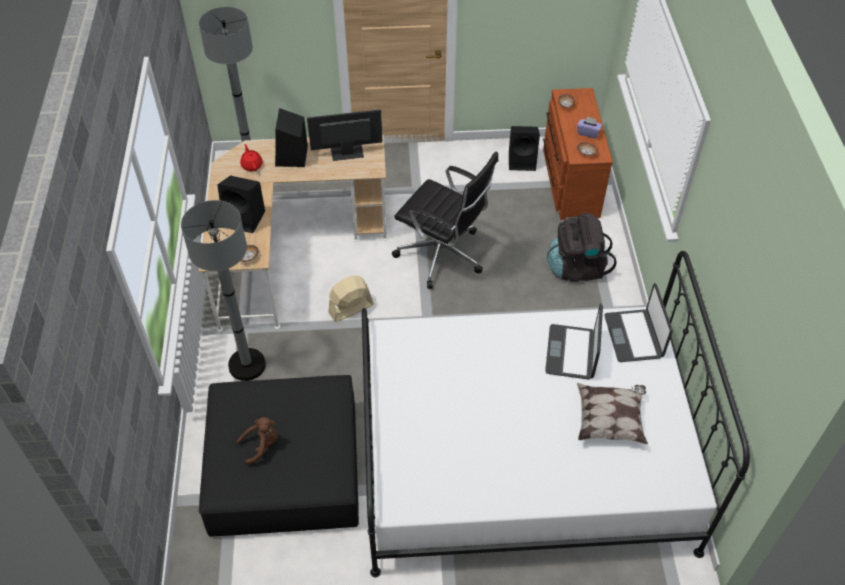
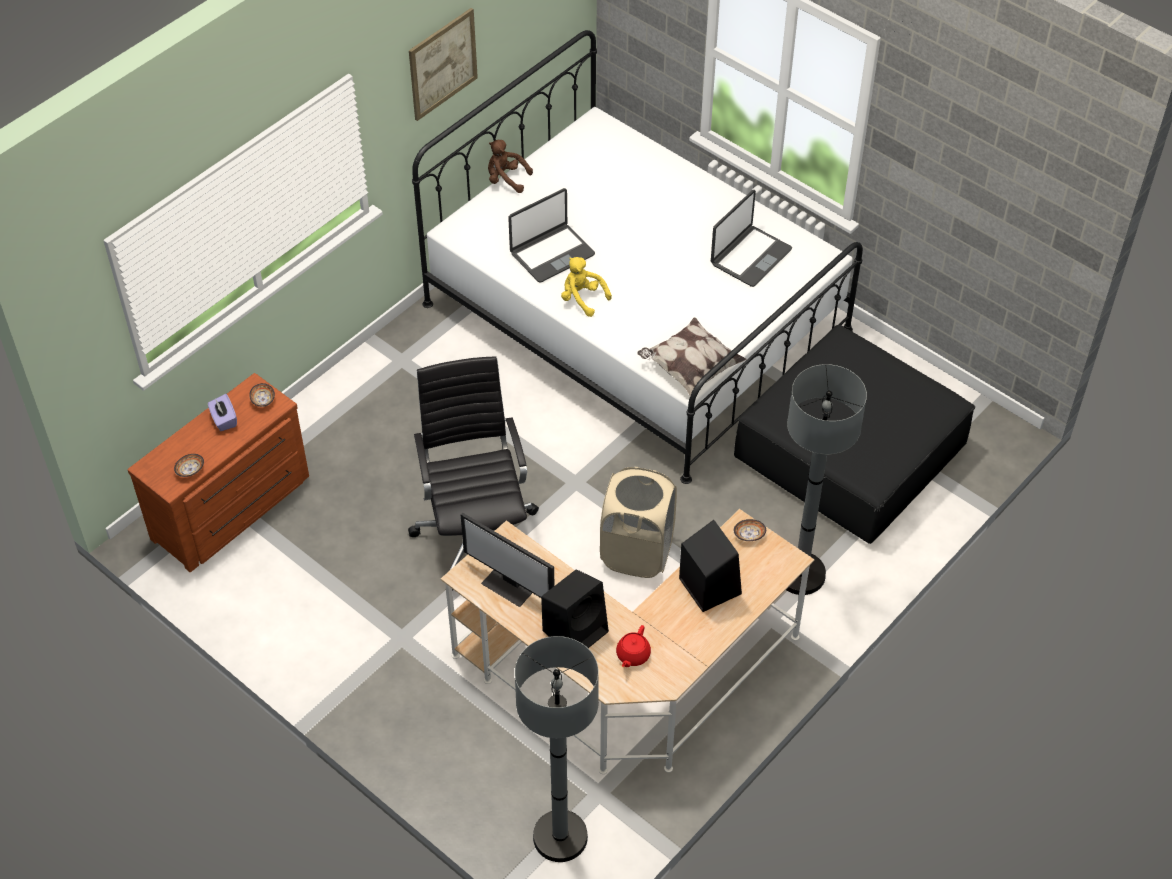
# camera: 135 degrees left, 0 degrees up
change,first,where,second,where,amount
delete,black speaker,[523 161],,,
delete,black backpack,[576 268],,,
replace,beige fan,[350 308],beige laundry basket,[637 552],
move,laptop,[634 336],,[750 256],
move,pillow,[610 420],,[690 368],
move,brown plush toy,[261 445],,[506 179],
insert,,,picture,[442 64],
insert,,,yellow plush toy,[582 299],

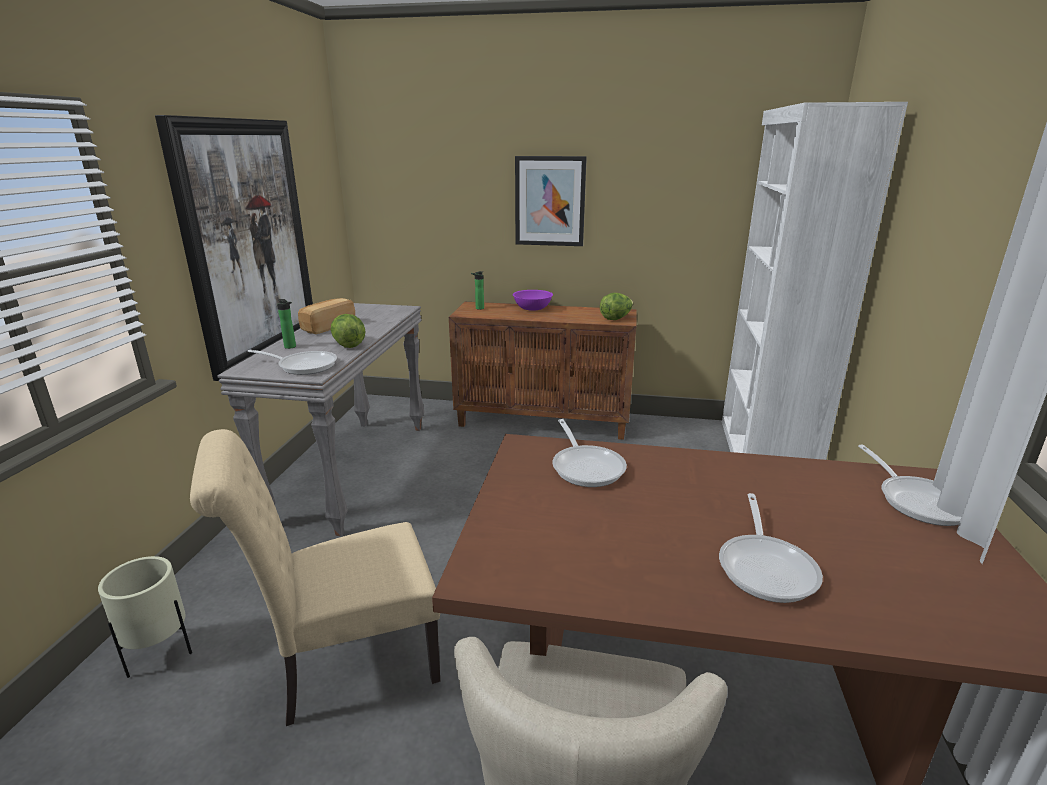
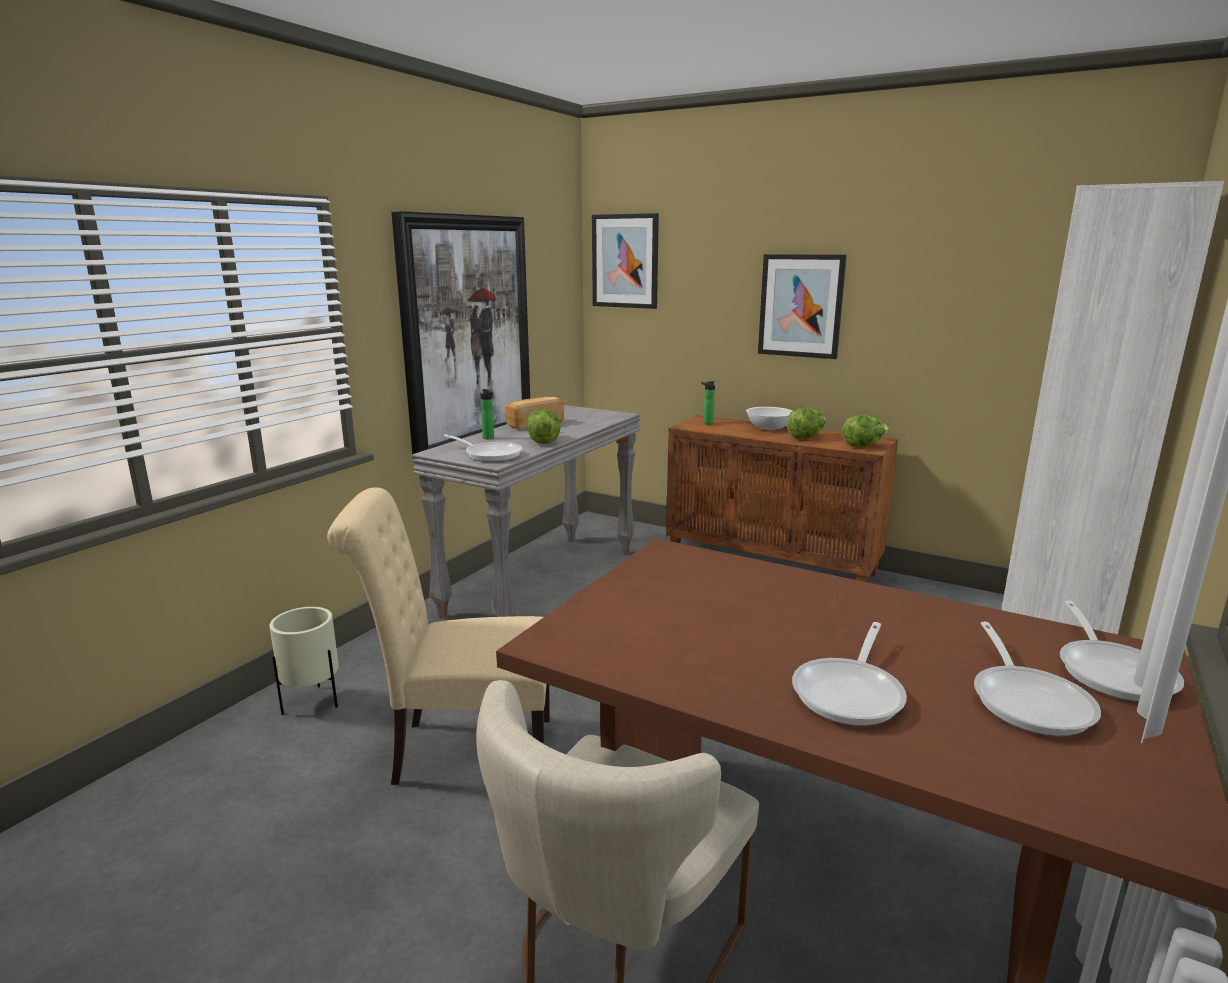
# camera: 20 degrees right, 5 degrees down
change,first,where,second,where,amount
recolor,purple bowl,[533 308],white bowl,[769 428],
move,frying pan,[586 467],,[1028 700],
insert,,,picture,[625 261],
insert,,,lettuce,[805 437],

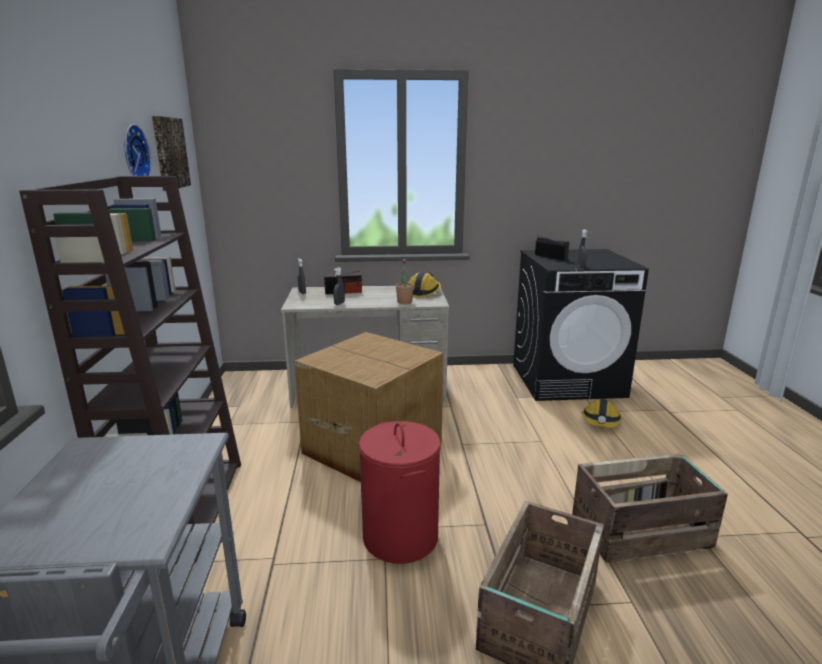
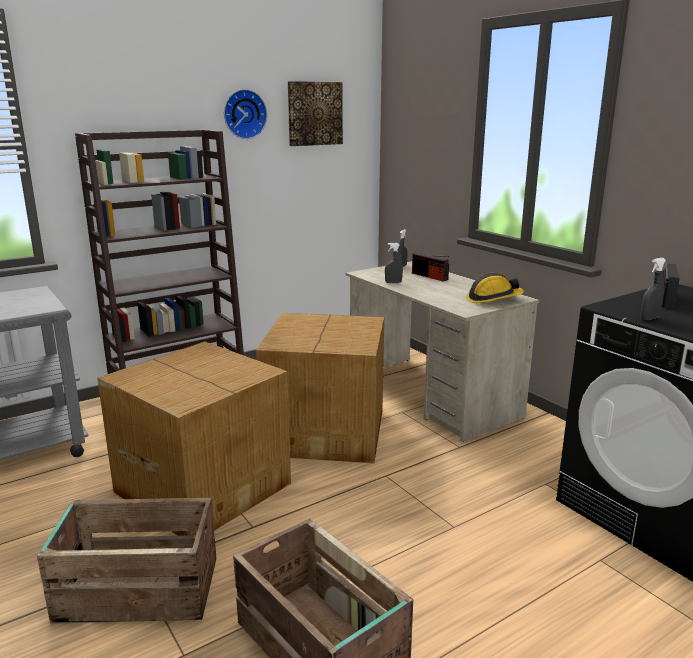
# camera: 60 degrees right, 0 degrees up
change,first,where,second,where,amount
delete,potted plant,[404 302],,,
delete,hard hat,[601 422],,,
replace,red laundry basket,[400 536],cardboard box,[203 486],

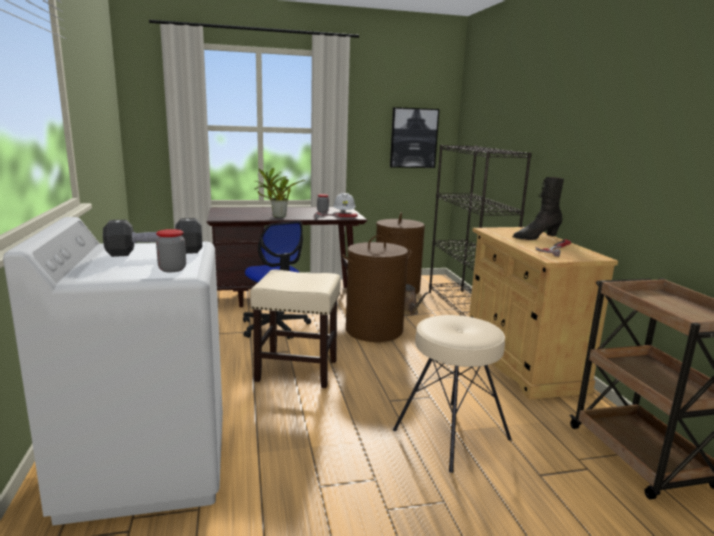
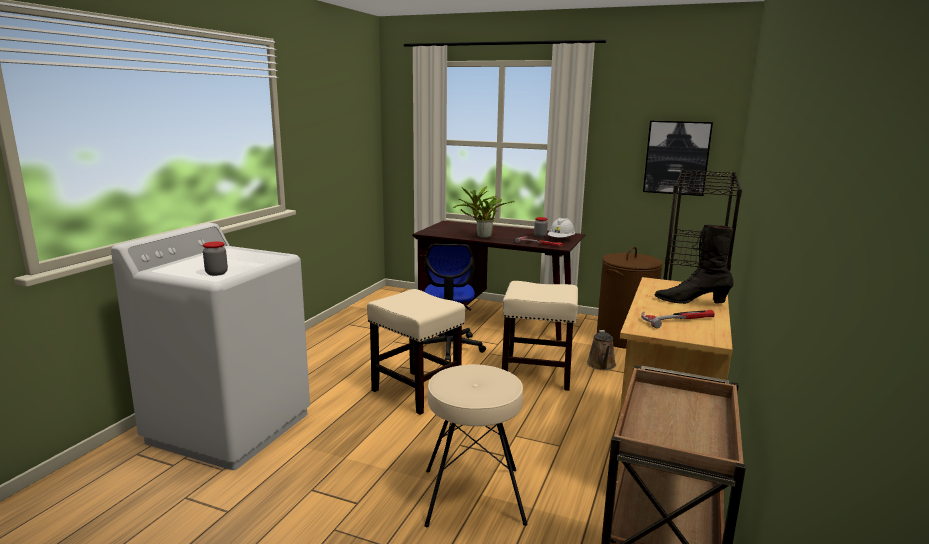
# camera: 35 degrees right, 0 degrees up
change,first,where,second,where,amount
delete,black dumbbell,[156 253],,,
replace,brown laundry basket,[374 330],beige stool,[537 375],

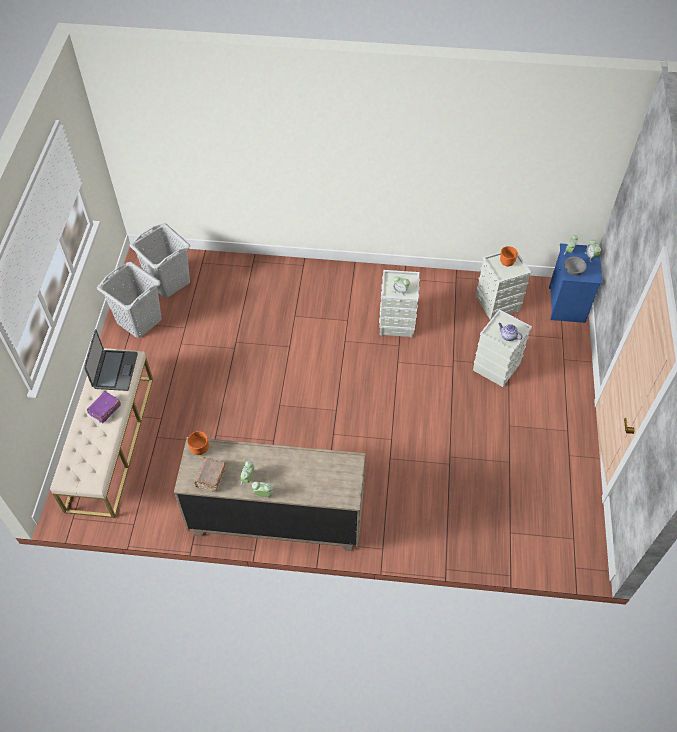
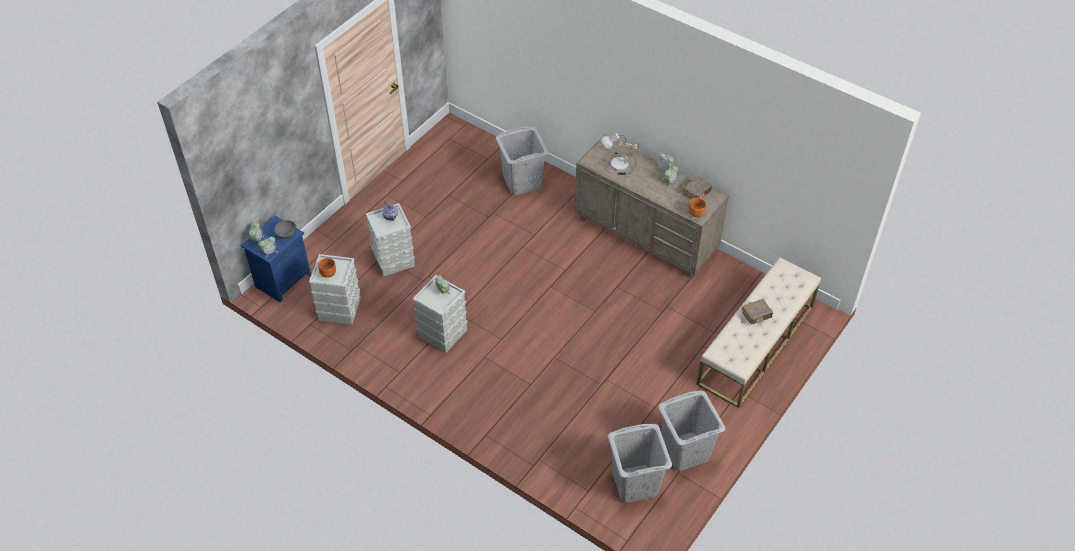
# camera: 150 degrees left, 5 degrees down
change,first,where,second,where,amount
delete,laptop,[114 371],,,
recolor,purple book,[104 410],brown book,[756 315],
insert,,,grey laundry basket,[522 182],
insert,,,table lamp,[618 165],

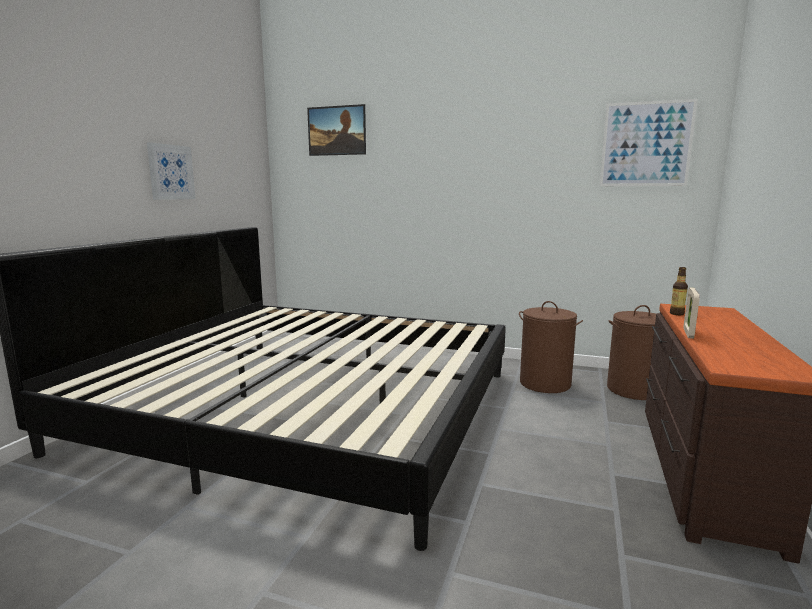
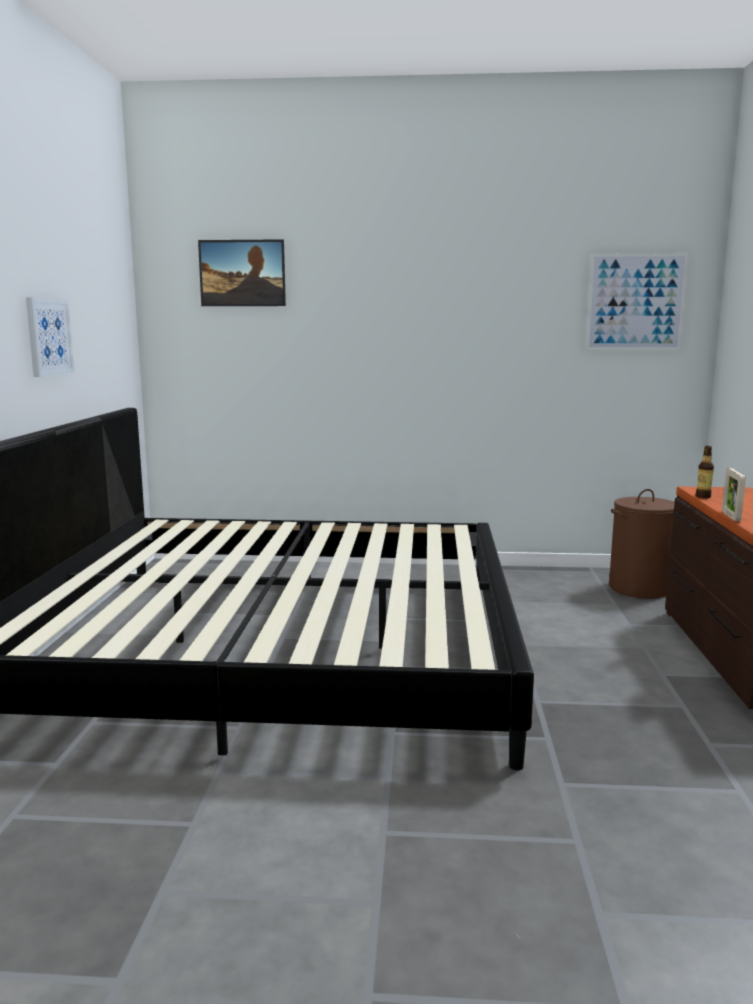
# camera: 15 degrees left, 0 degrees up
change,first,where,second,where,amount
delete,brown laundry basket,[545 383],,,

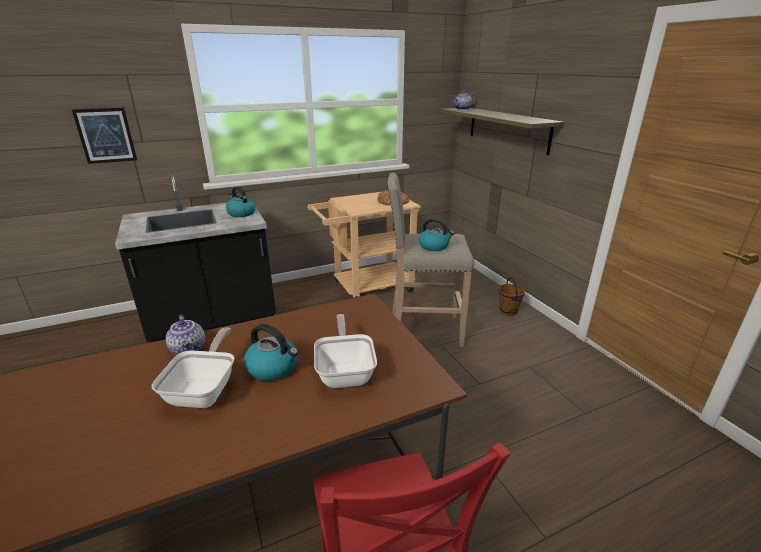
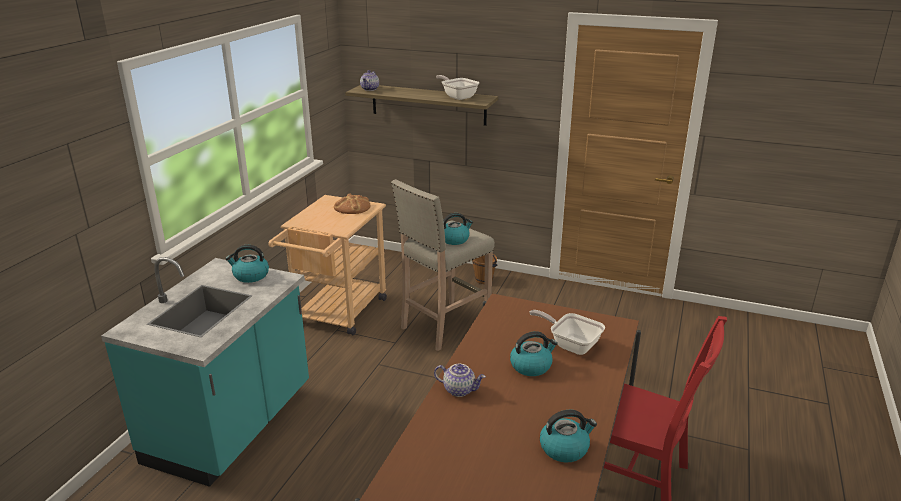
# camera: 45 degrees left, 0 degrees up
change,first,where,second,where,amount
delete,picture,[106 135],,,
recolor,black counter,[213 321],turquoise counter,[232 426],
move,frying pan,[205 390],,[458 96],
insert,,,kettle,[564 448],

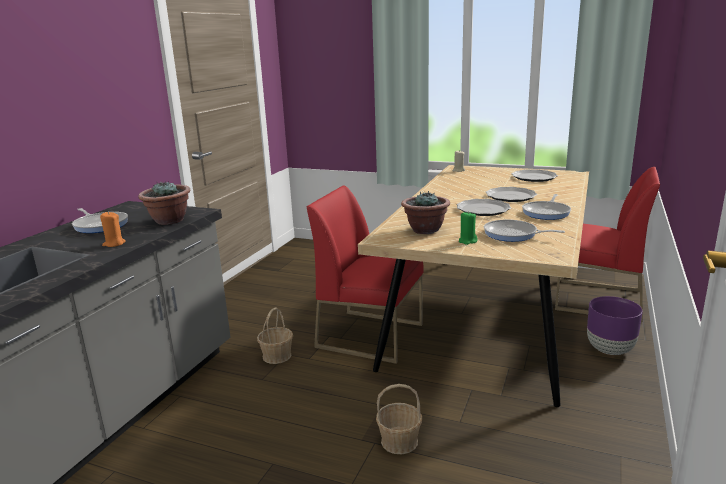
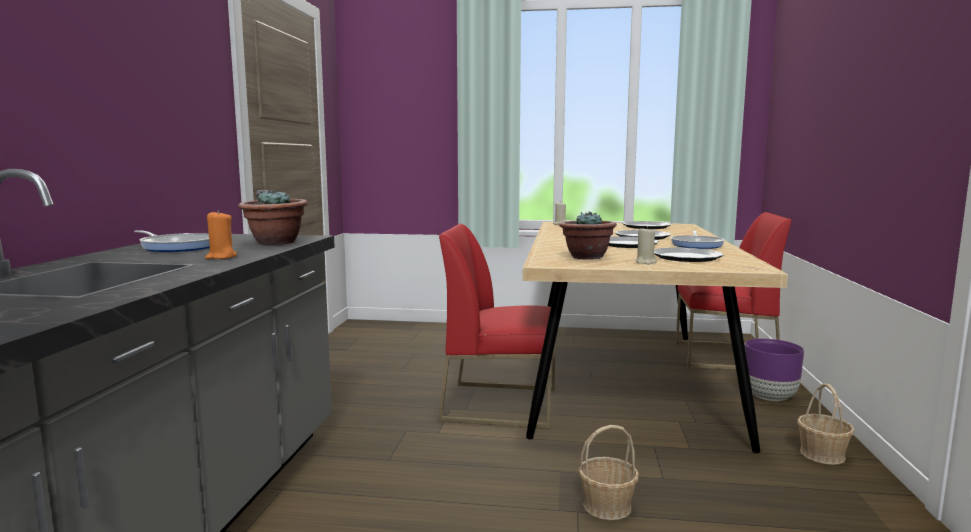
# camera: 15 degrees left, 10 degrees down
change,first,where,second,where,amount
recolor,green candle,[467 241],beige candle,[645 262],
replace,frying pan,[513 234],plate,[686 257],
move,basket,[277 356],,[822 454],

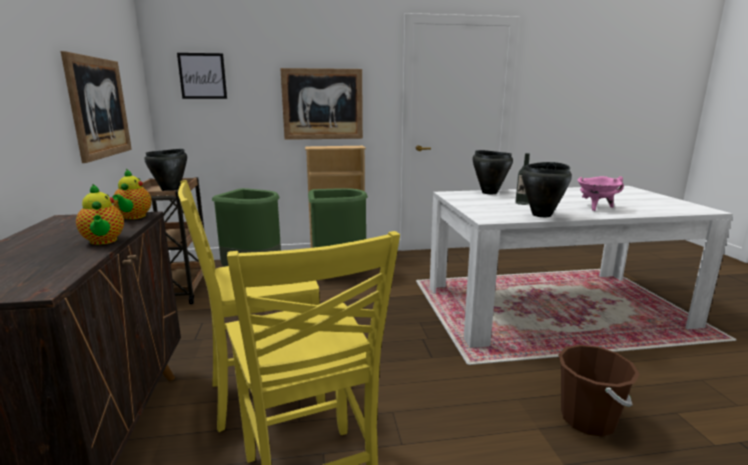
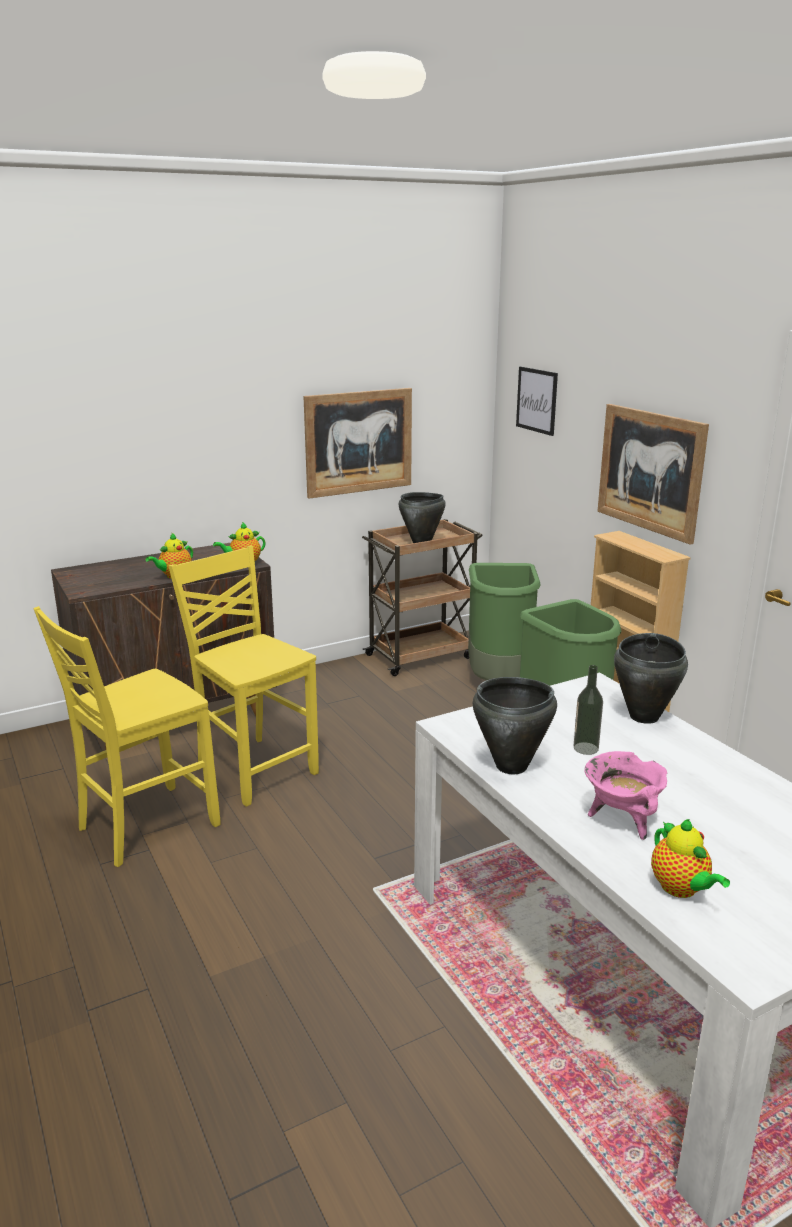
# camera: 70 degrees right, 5 degrees up
change,first,where,second,where,amount
delete,brown bucket,[588 419],,,
insert,,,teapot,[681 889],

